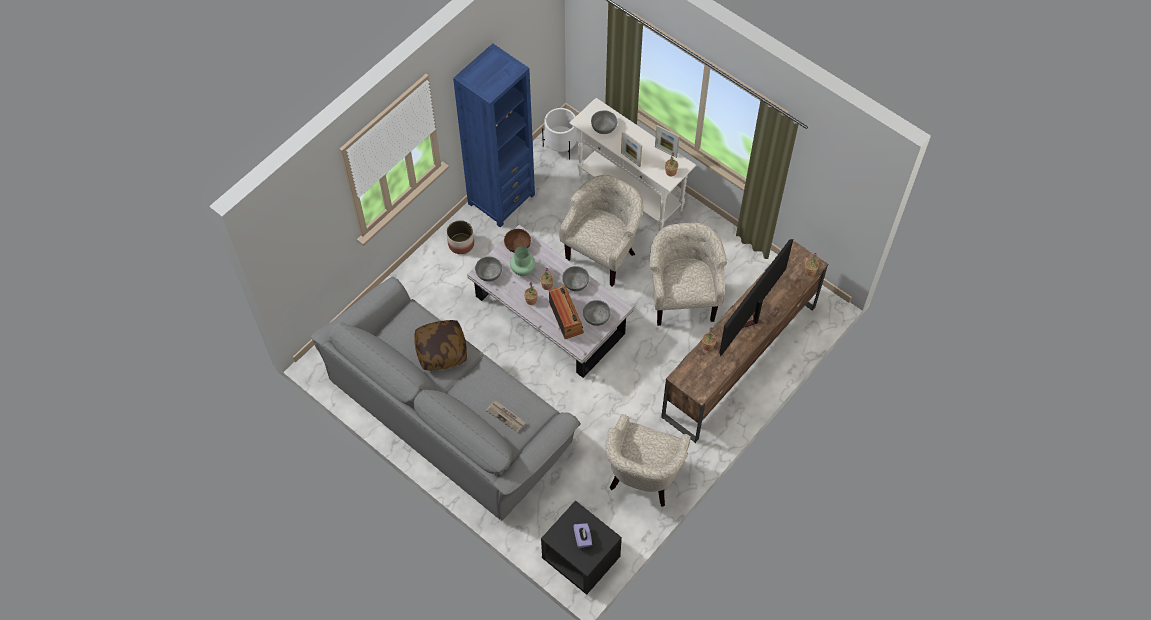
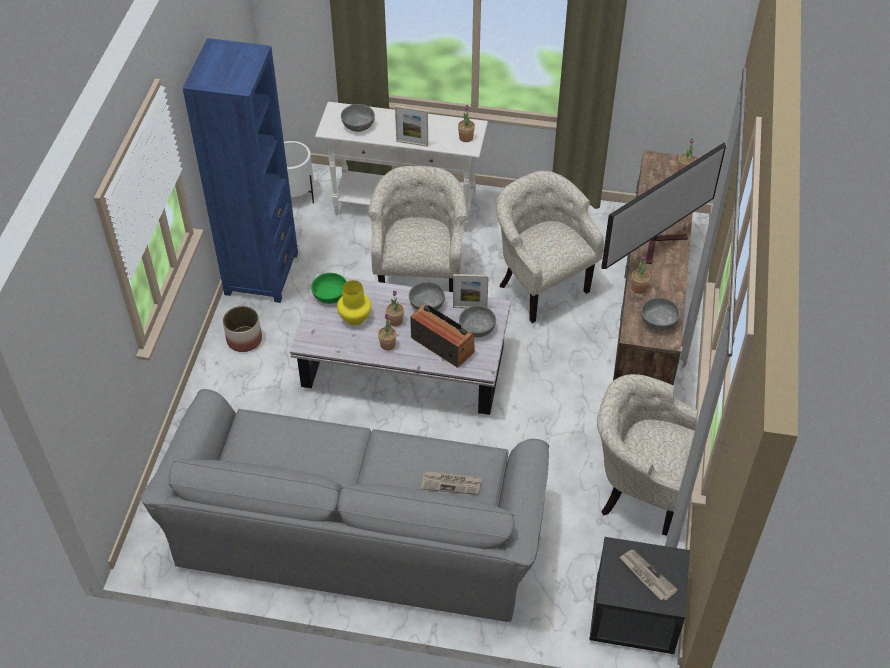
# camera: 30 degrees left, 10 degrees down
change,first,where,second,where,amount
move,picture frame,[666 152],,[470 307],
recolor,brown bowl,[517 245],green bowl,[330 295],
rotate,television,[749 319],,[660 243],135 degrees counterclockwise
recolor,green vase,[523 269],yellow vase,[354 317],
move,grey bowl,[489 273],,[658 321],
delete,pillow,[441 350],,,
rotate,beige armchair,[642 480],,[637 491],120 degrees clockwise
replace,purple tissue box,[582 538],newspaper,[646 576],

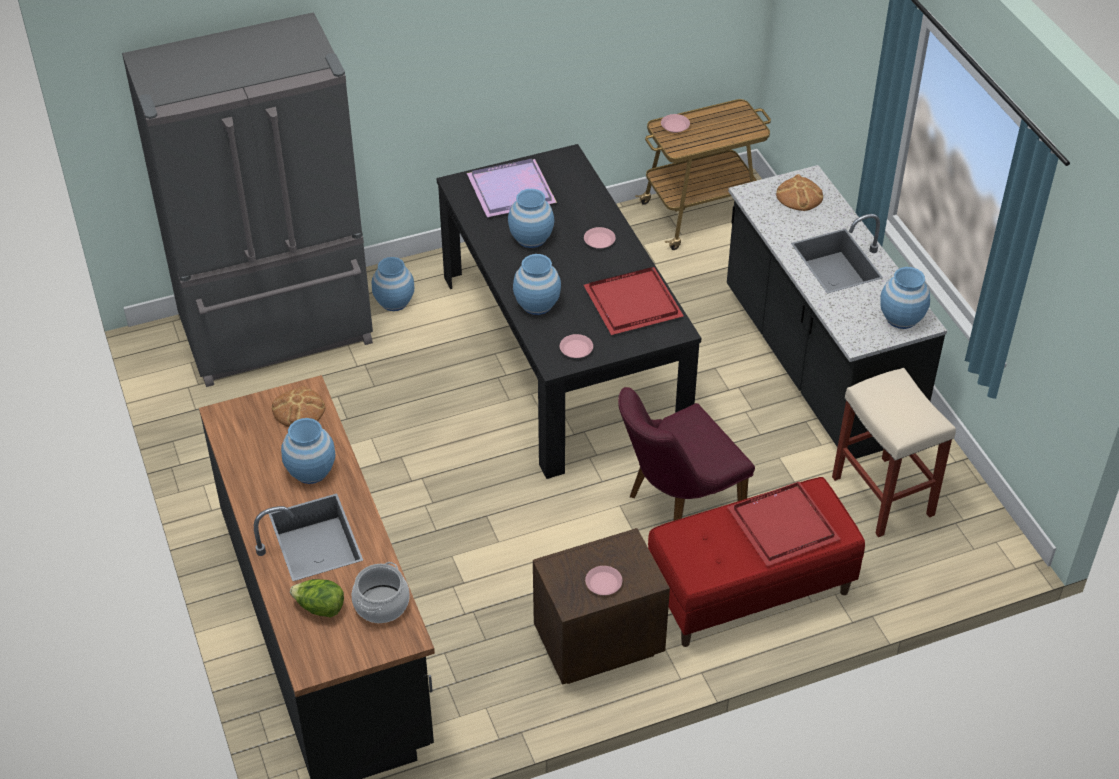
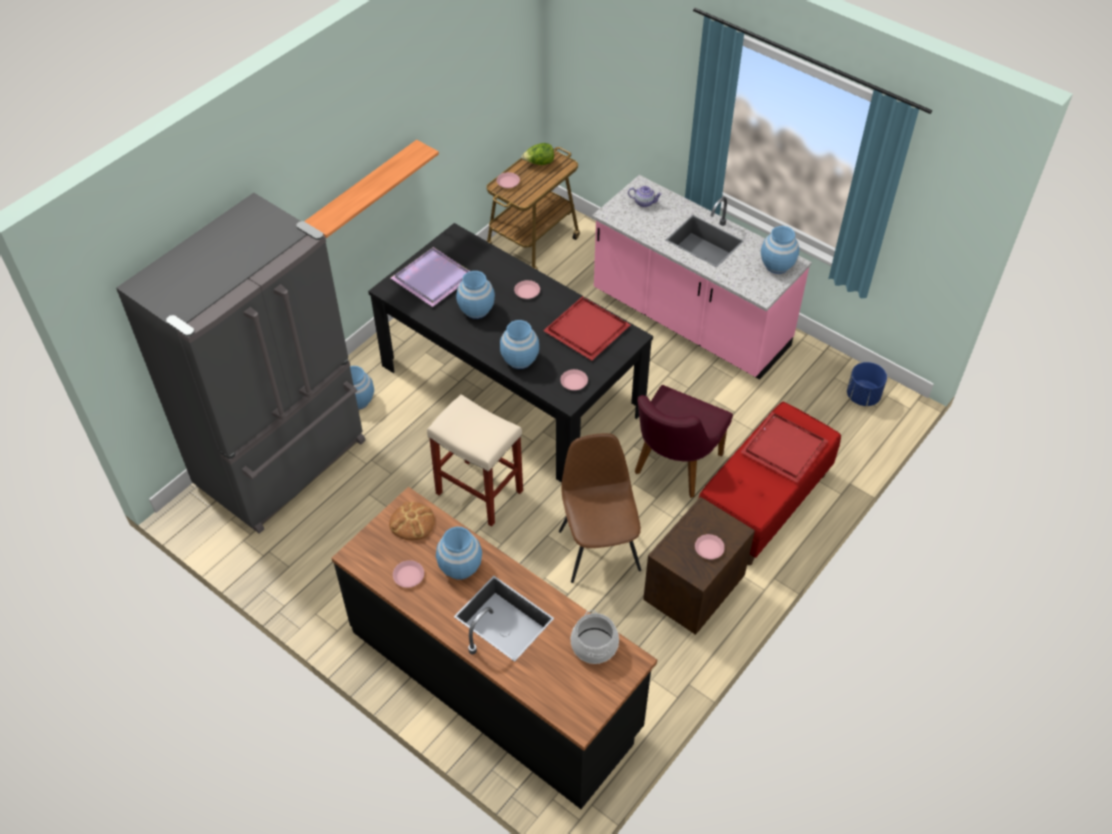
# camera: 30 degrees left, 5 degrees up
change,first,where,second,where,amount
recolor,black counter,[816 365],pink counter,[689 321],
replace,bread,[799 195],teapot,[644 202],
move,beige stool,[881 495],,[478 492],
move,lettuce,[320 608],,[539 163],
insert,,,shelf,[364 192],
insert,,,blue planter,[862 396],
insert,,,brown chair,[599 548],
insert,,,pink plate,[408 575],

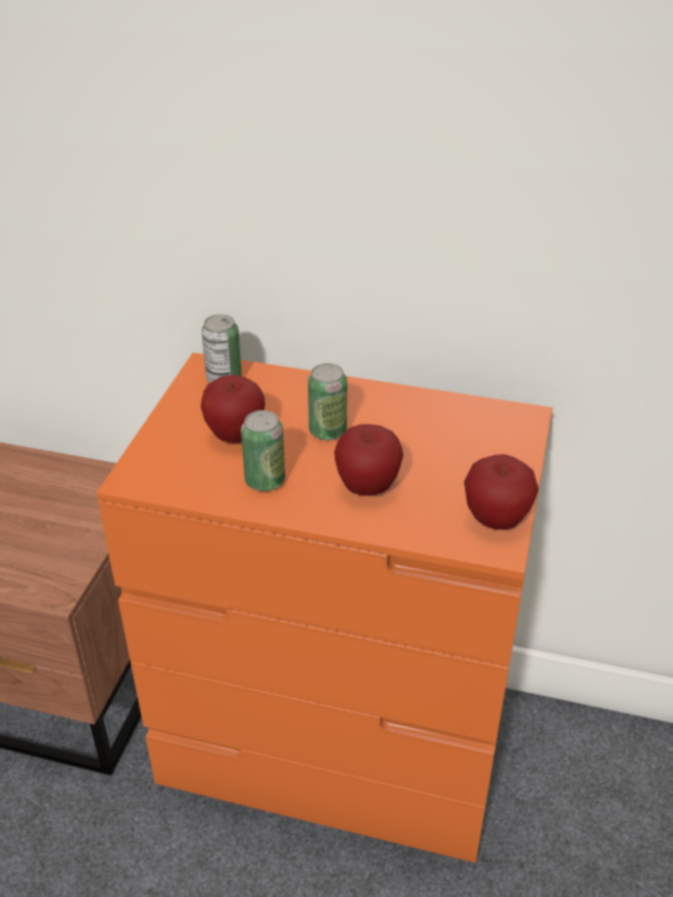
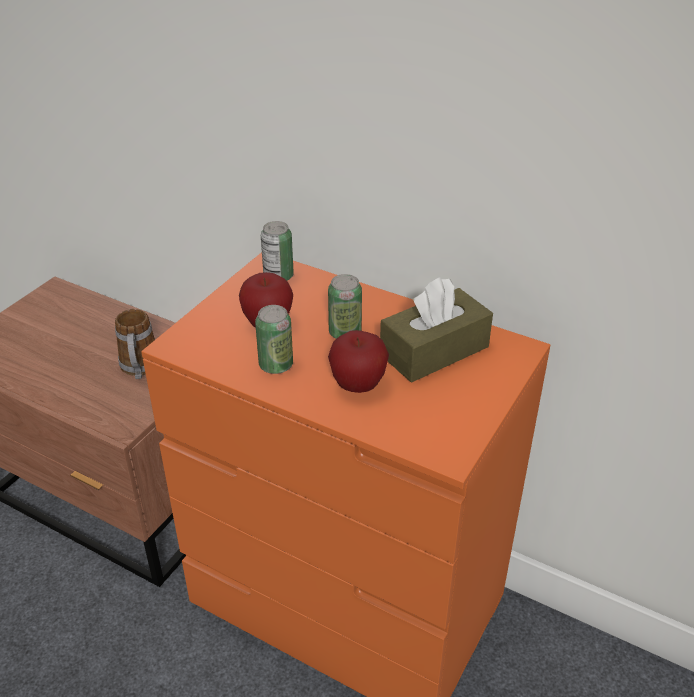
# camera: 15 degrees right, 0 degrees up
change,first,where,second,where,amount
delete,apple,[496 520],,,
insert,,,brown tissue box,[434 351],
insert,,,mug,[140 369],

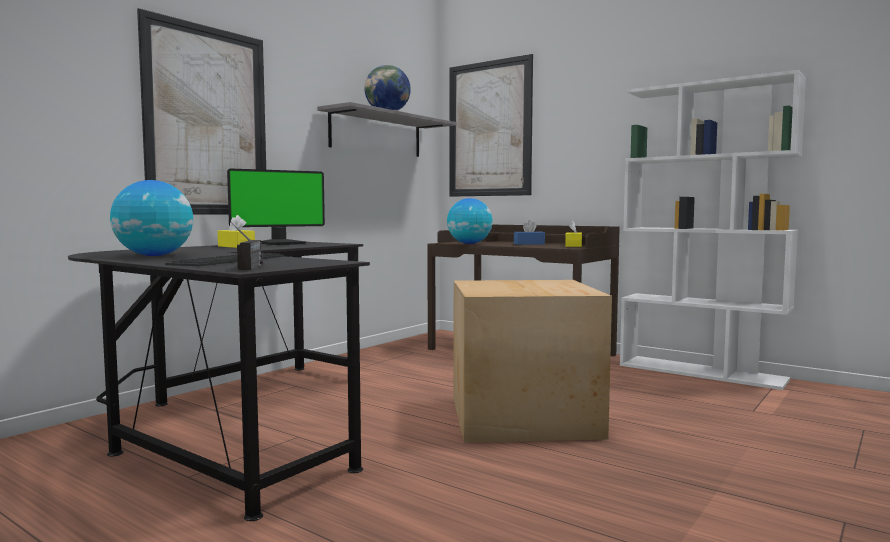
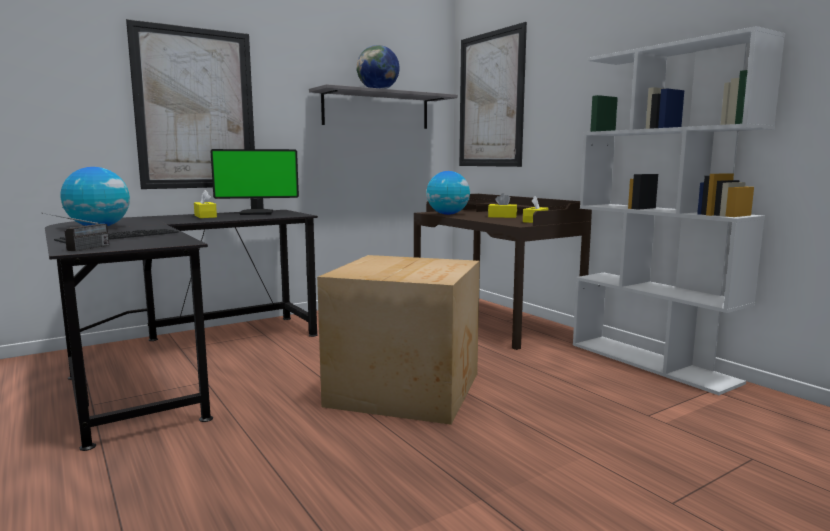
# camera: 20 degrees right, 5 degrees up
change,first,where,second,where,amount
recolor,blue tissue box,[529 244],yellow tissue box,[502 216],

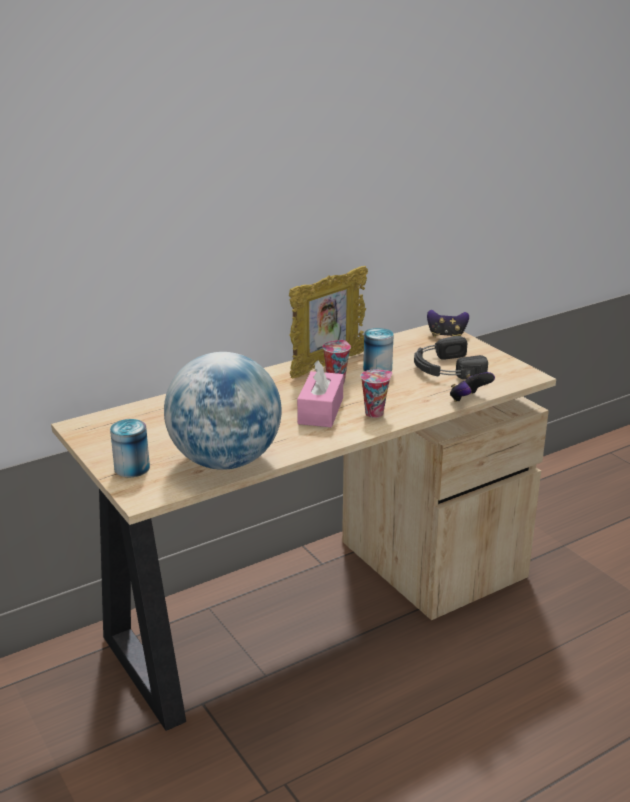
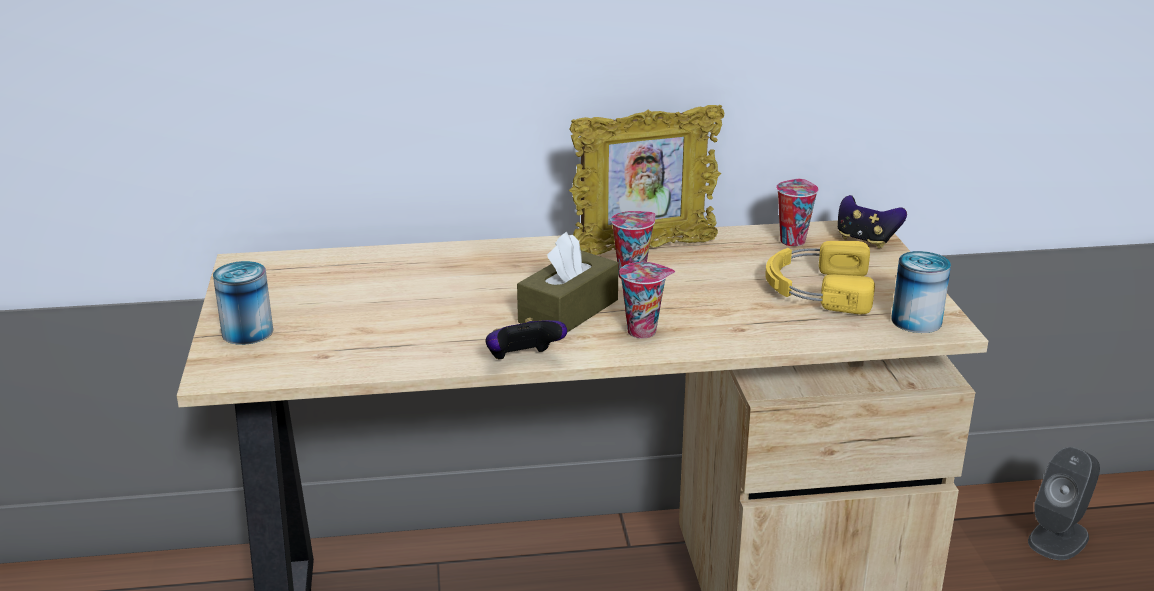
# camera: 25 degrees right, 0 degrees up
change,first,where,second,where,amount
move,can,[377 369],,[916 321],
recolor,black headphones,[445 368],yellow headphones,[816 288],
delete,globe,[225 461],,,
recolor,pink tissue box,[320 411],brown tissue box,[568 311],
move,game controller,[468 400],,[523 360],
insert,,,cup,[792 240],
insert,,,grey speaker,[1058 538],

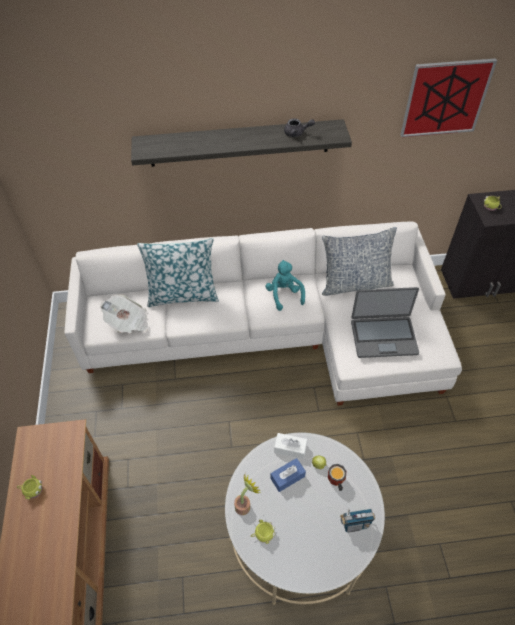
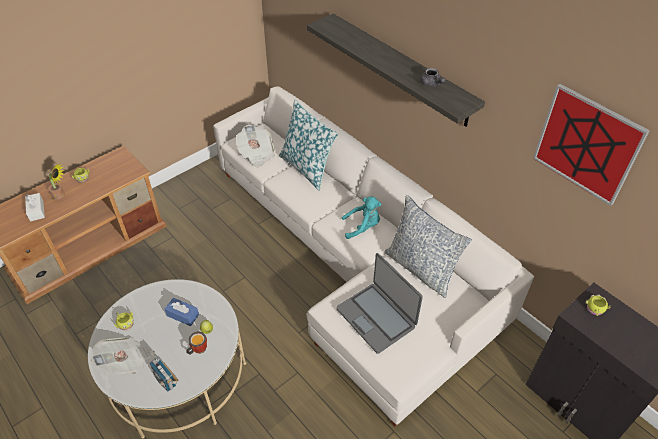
# camera: 55 degrees right, 5 degrees down
change,first,where,second,where,amount
rotate,turquoise plush toy,[284 295],,[362 227],45 degrees clockwise
move,white tissue box,[290 448],,[36 211],
move,potted plant,[245 505],,[61 195],
insert,,,newspaper,[126 362],

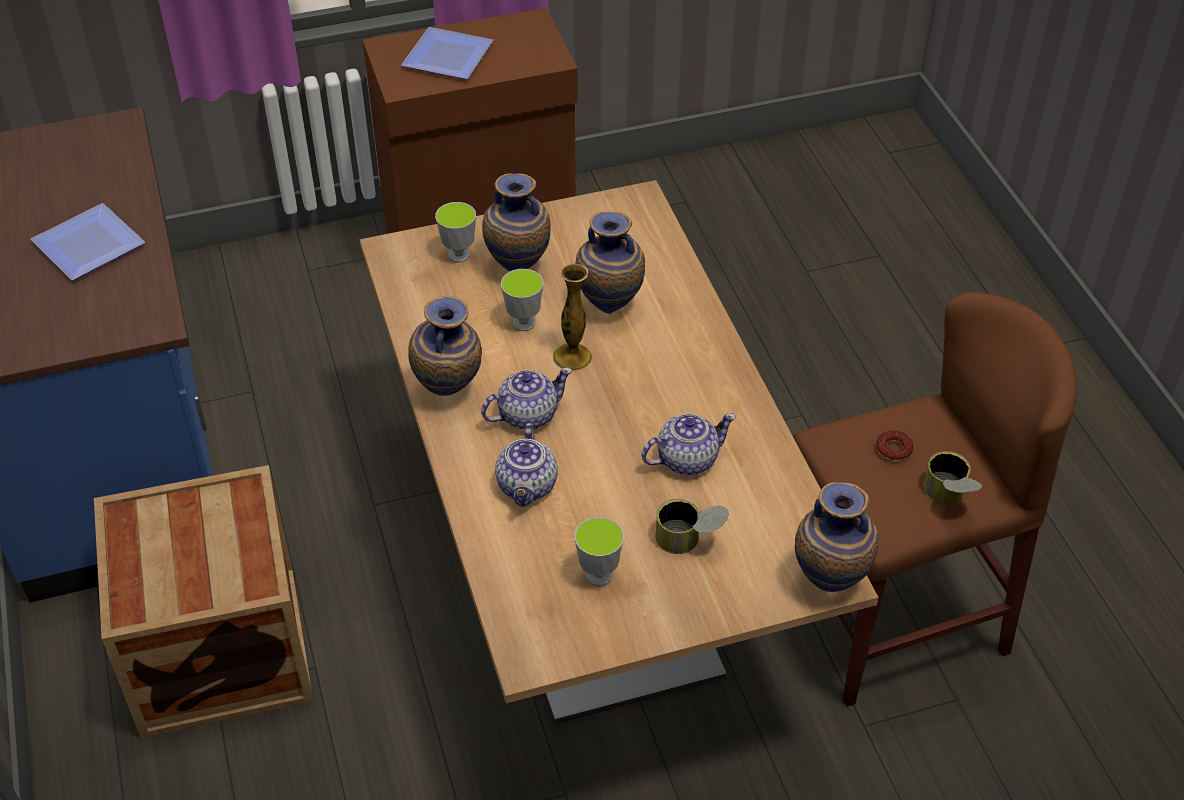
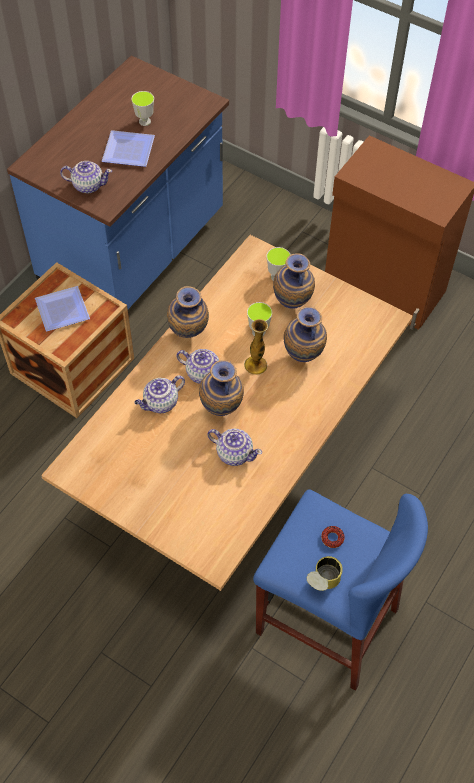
# camera: 50 degrees right, 10 degrees up
change,first,where,second,where,amount
move,plate,[444 58],,[60 309],
recolor,brown stool,[892 619],blue stool,[326 621],
move,vase,[830 582],,[222 410],
delete,can,[689 541],,,
move,cup,[599 575],,[144 121],
insert,,,teapot,[88 185],

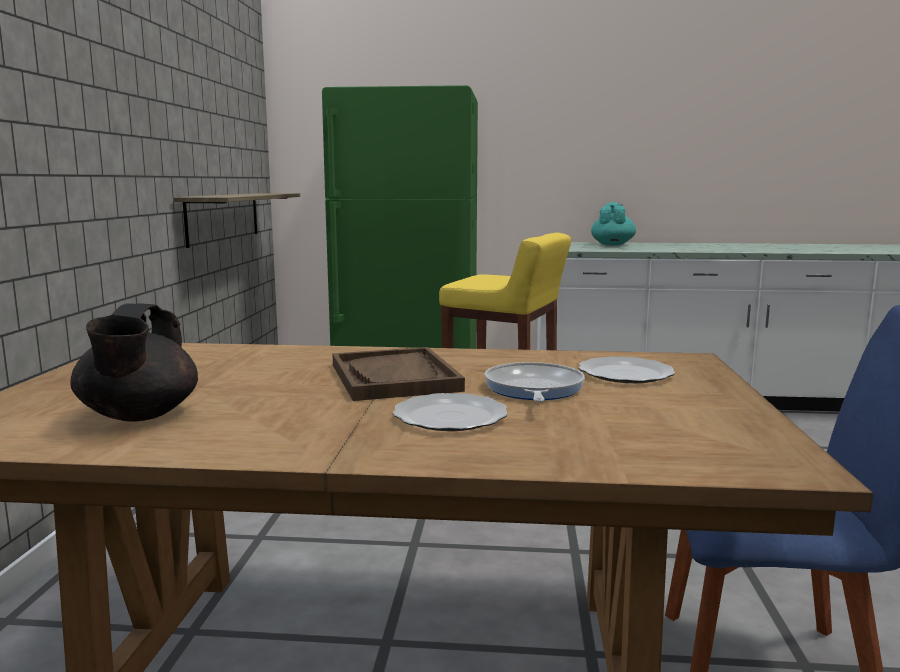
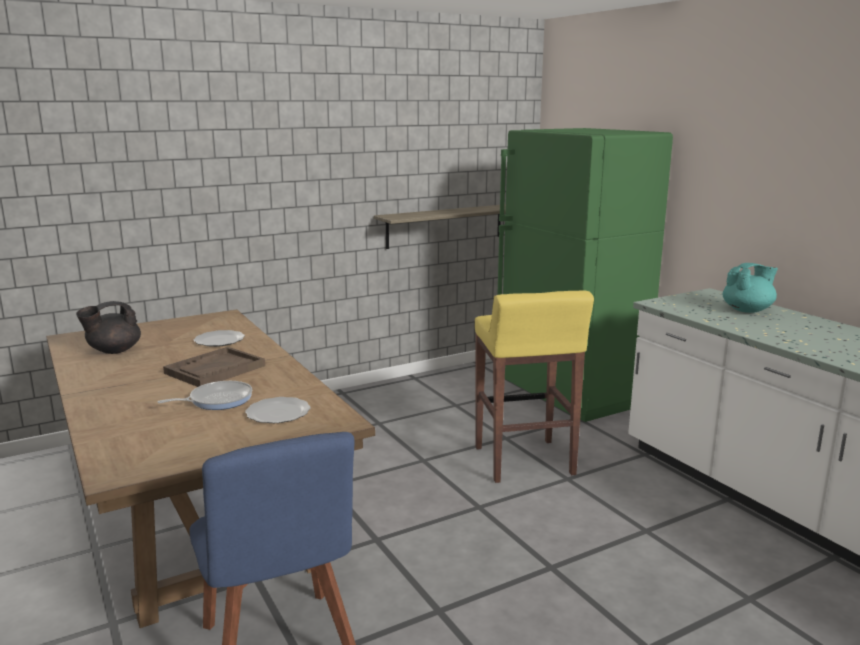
# camera: 55 degrees right, 5 degrees up
change,first,where,second,where,amount
move,plate,[452 417],,[220 341],

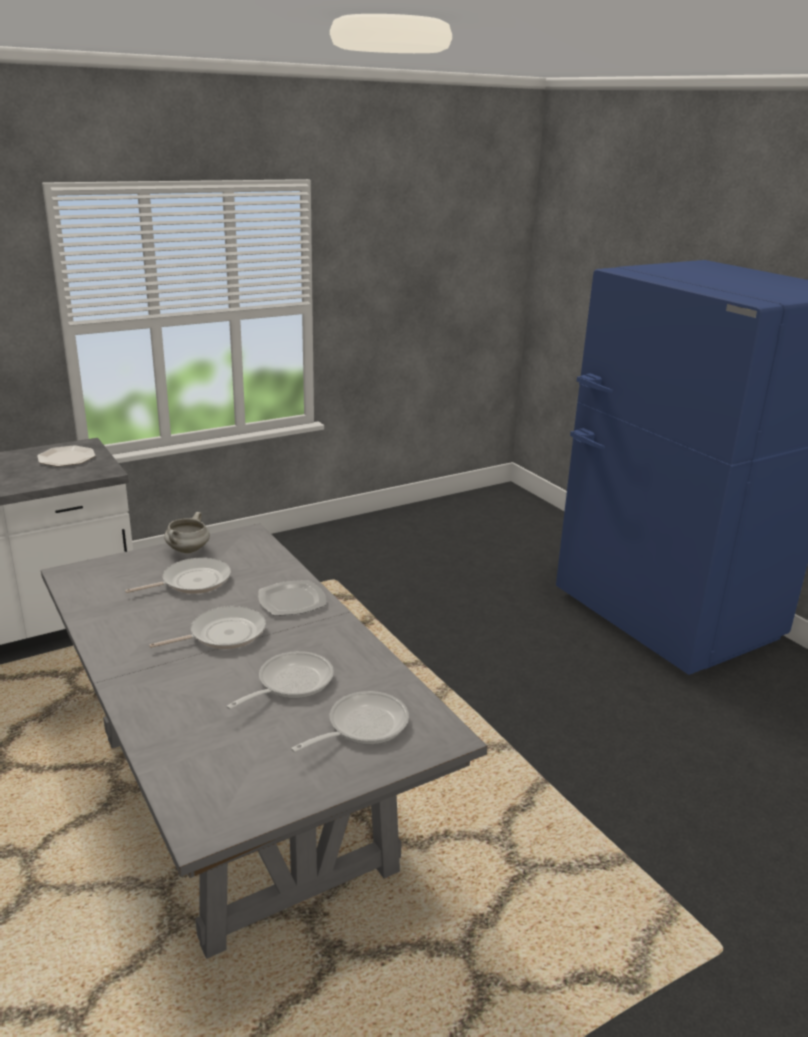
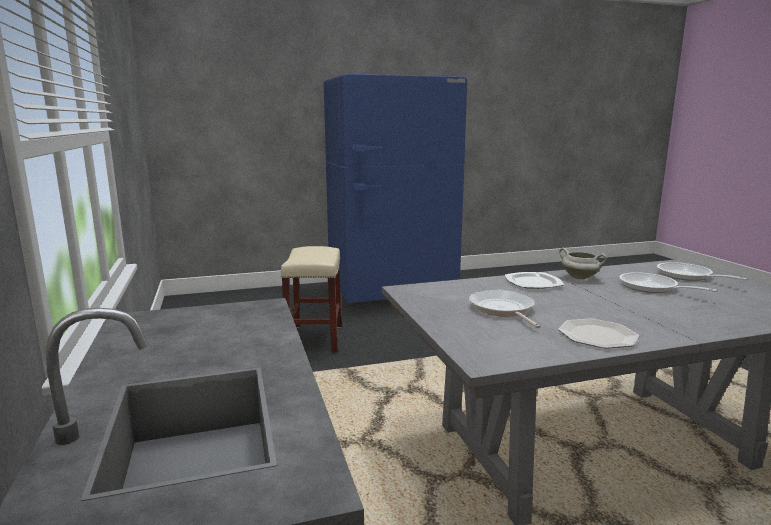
# camera: 75 degrees left, 10 degrees down
change,first,where,second,where,amount
move,plate,[66 457],,[597 335],
move,white cooking pot,[188 550],,[580 277],
delete,frying pan,[223 634],,,
insert,,,beige stool,[314 338],

